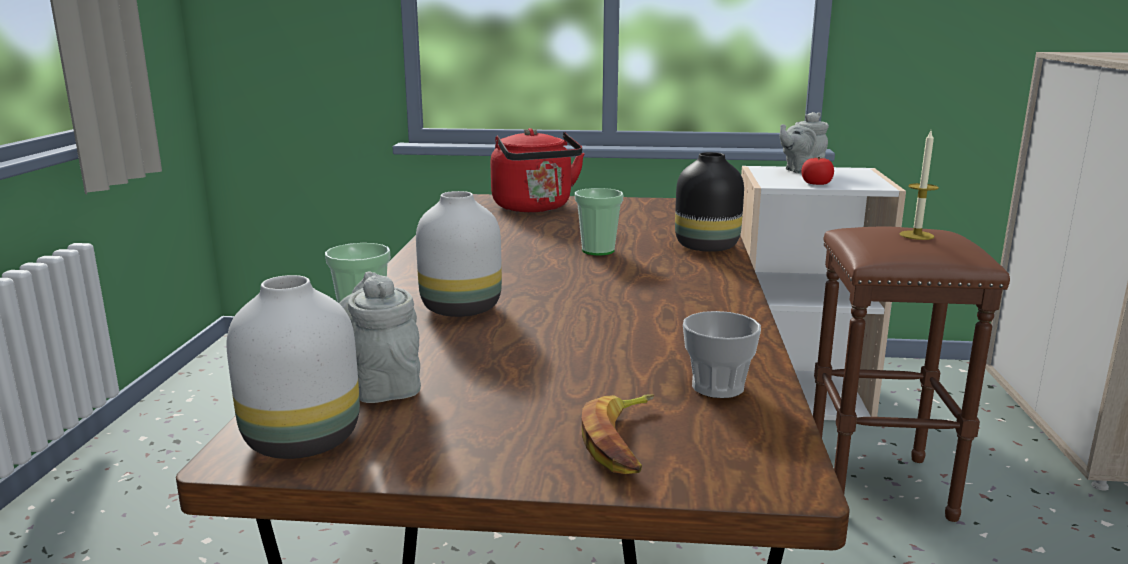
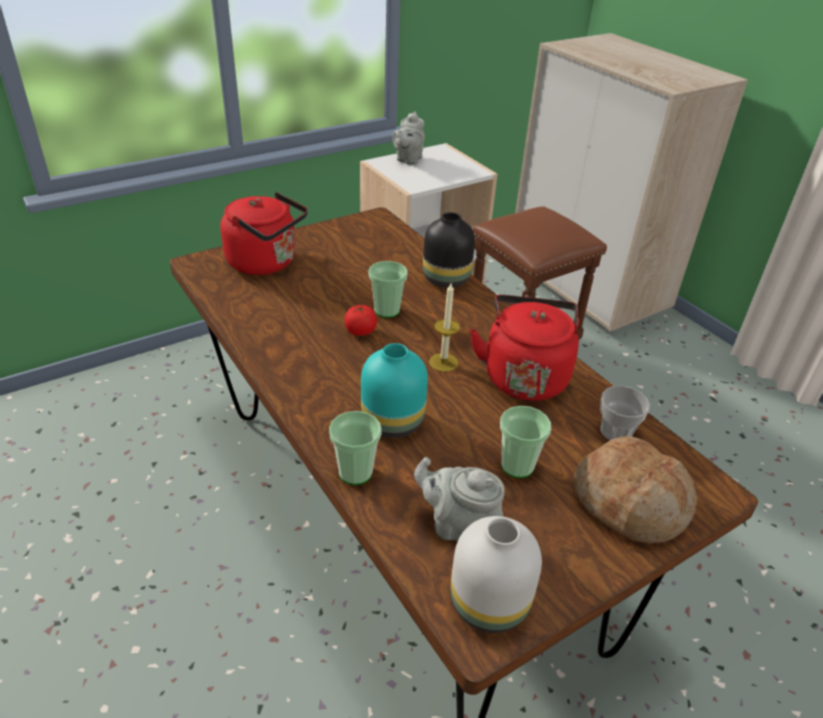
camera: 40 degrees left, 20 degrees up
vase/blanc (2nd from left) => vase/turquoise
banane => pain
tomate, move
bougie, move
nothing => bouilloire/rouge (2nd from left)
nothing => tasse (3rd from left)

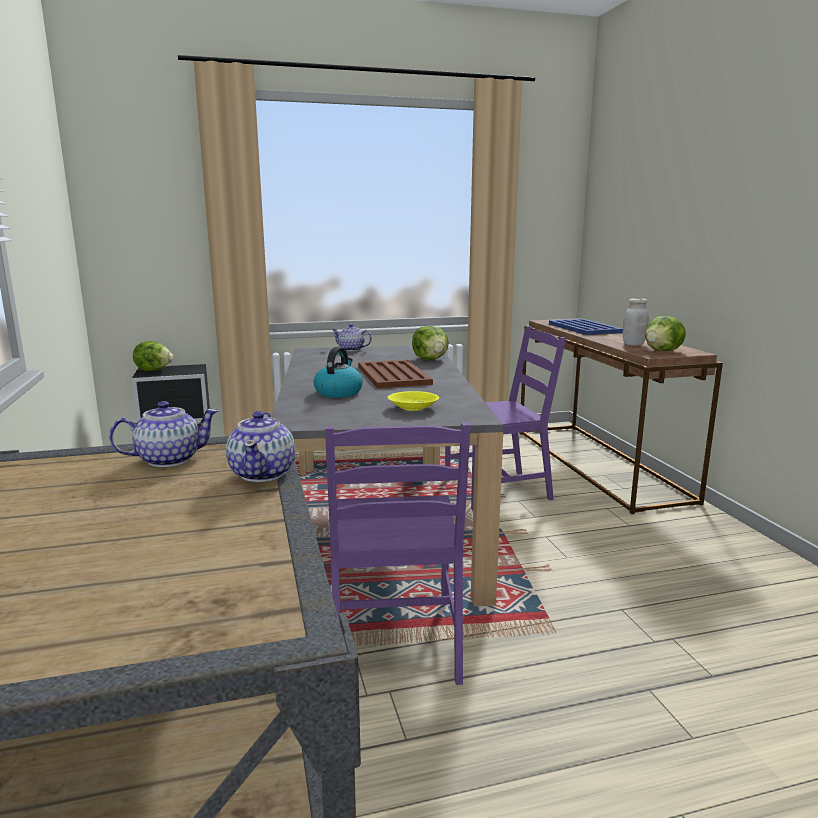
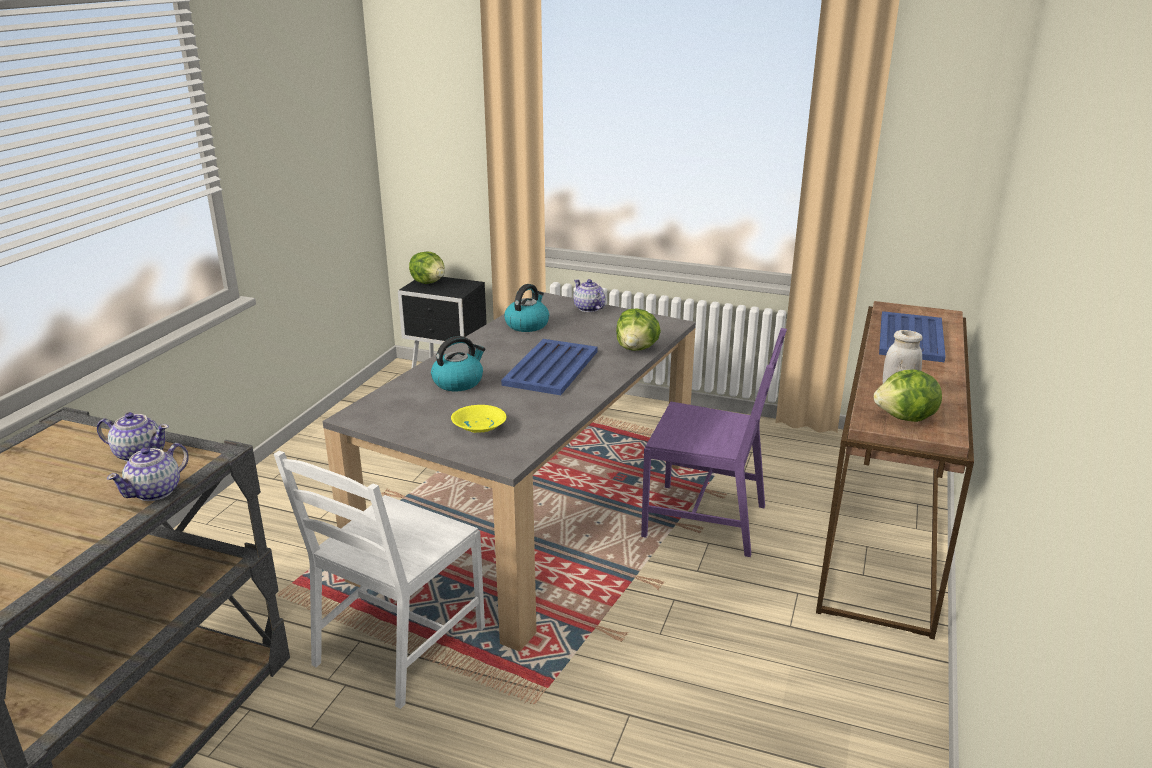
camera: 35 degrees right, 10 degrees up
chaise/violet (1st from left) => chaise/blanc
plateau/marron => plateau/bleu (1st from left)
nothing => bouilloire (2nd from left)

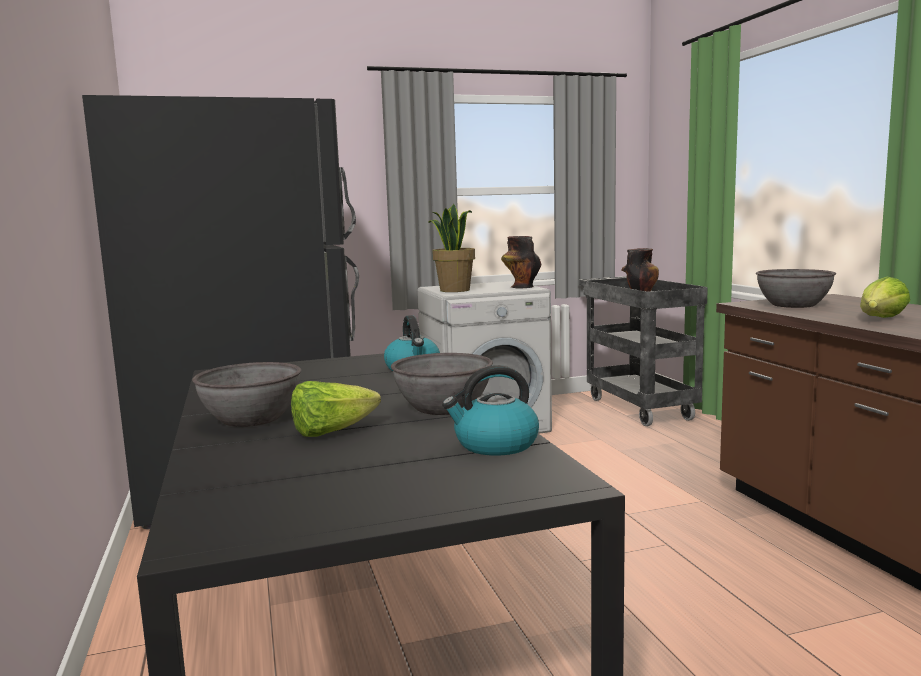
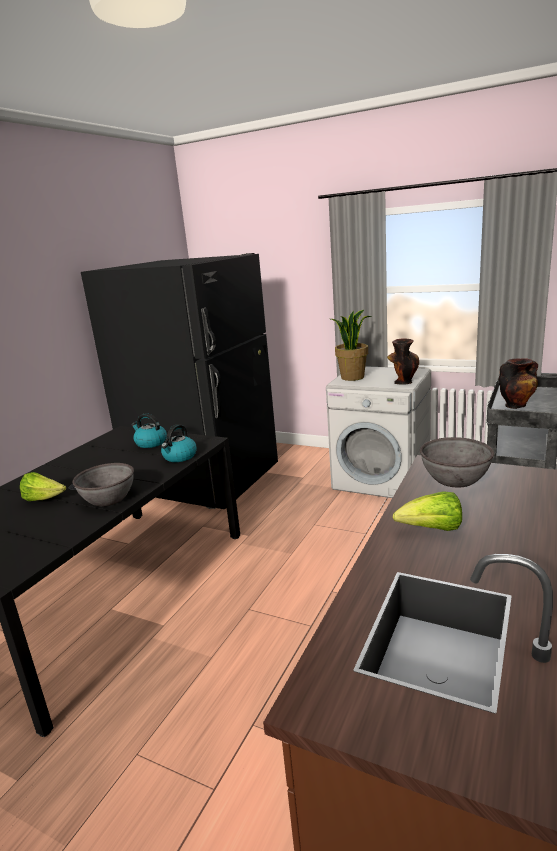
camera: 45 degrees right, 10 degrees up
bol/gris (1st from left) => nothing
bouilloire (2nd from left in the first image) => bouilloire (1st from left), move

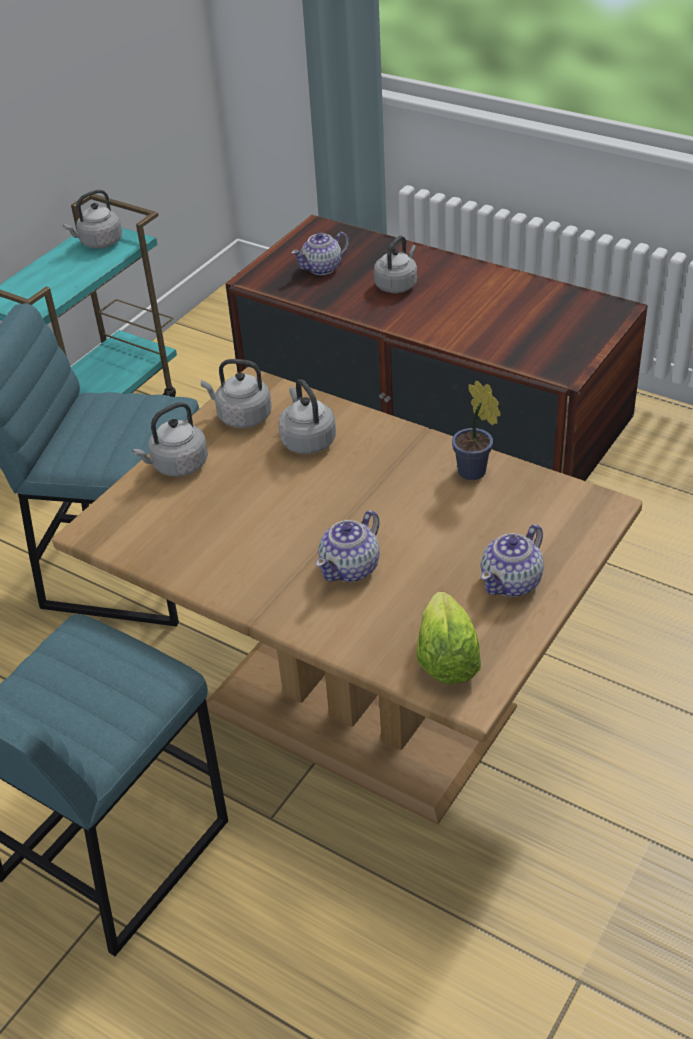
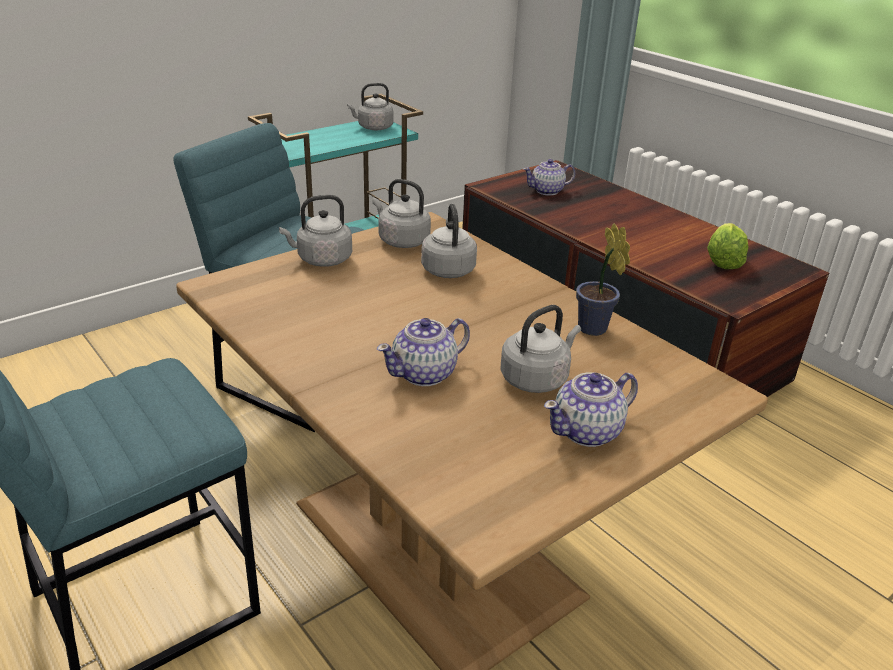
camera: 15 degrees right, 10 degrees down
bouilloire/gris (5th from left), move
laitue, move

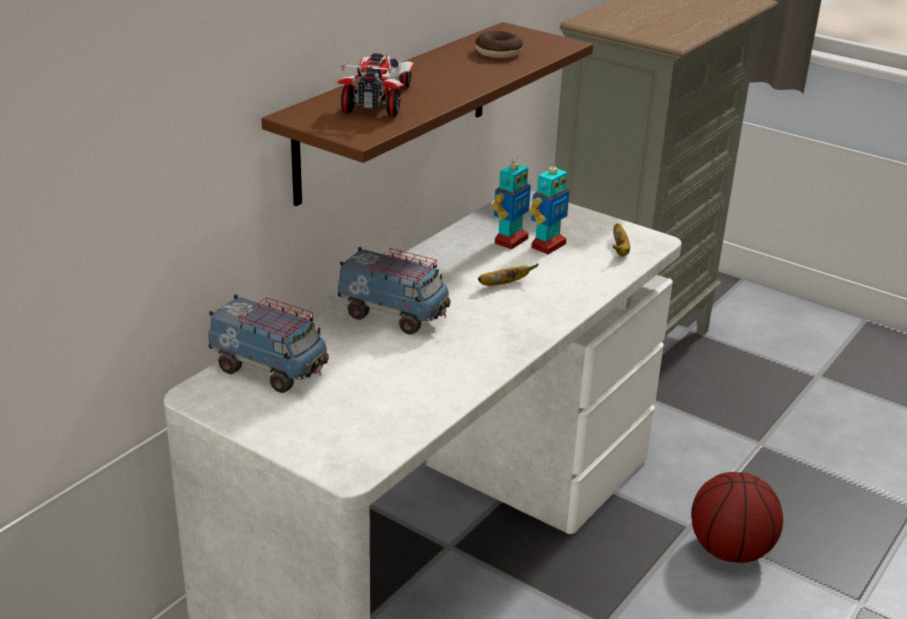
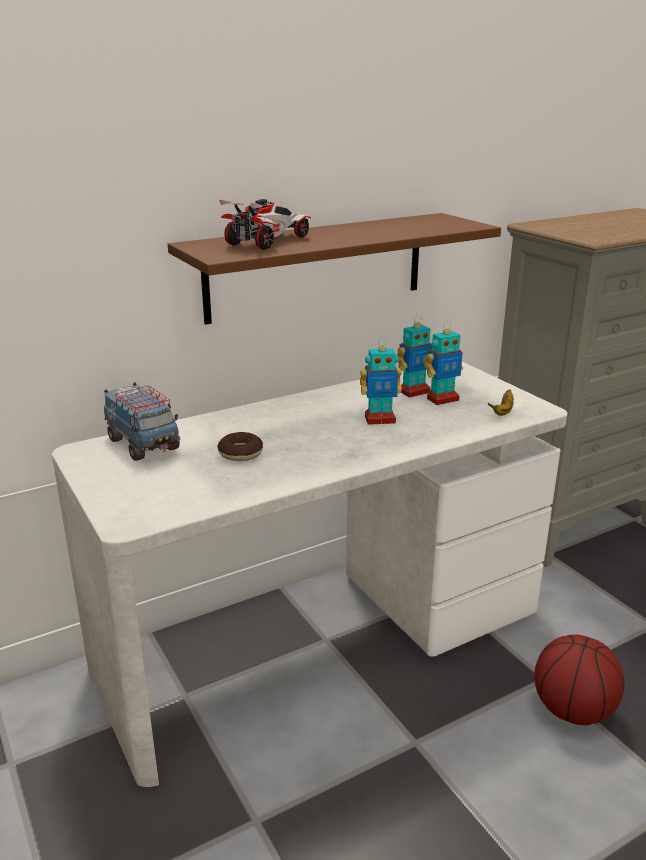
camera: 25 degrees right, 5 degrees down
camion jouet (2nd from left) => nothing
beignet, move
banane (1st from left) => robot jouet (1st from left)

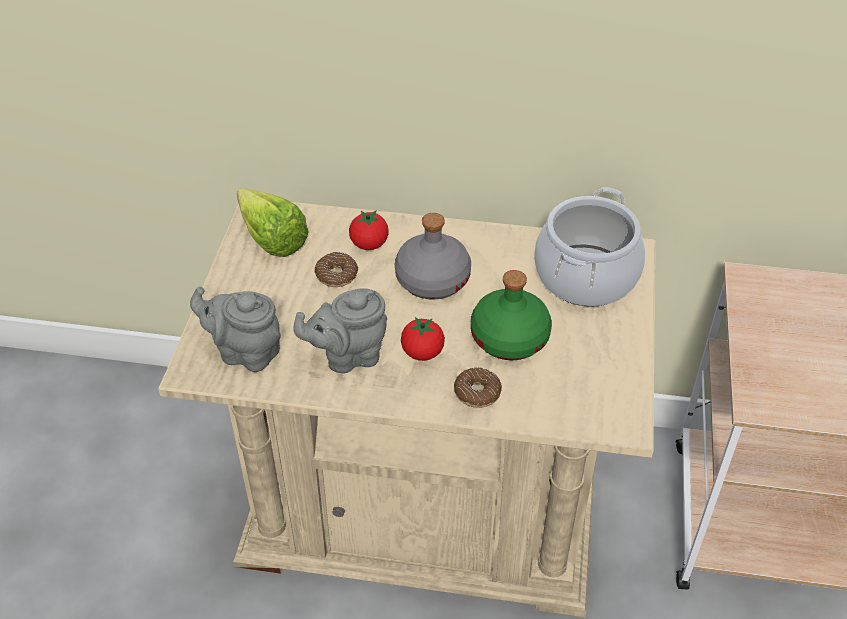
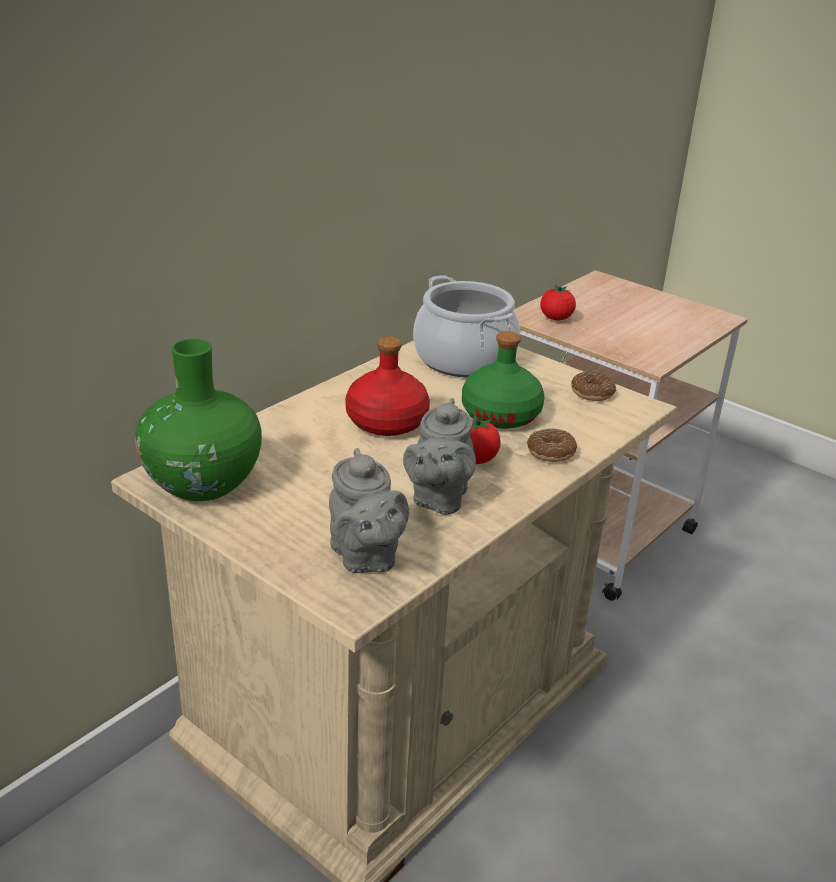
camera: 60 degrees left, 15 degrees down
théière/gris (1st from left), 75 degrees counterclockwise
laitue => vase/vert
beignet (1st from left in the first image) => beignet (2nd from left), move
tomate (1st from left in the first image) => tomate (2nd from left), move
bouteille/gris => bouteille/rouge

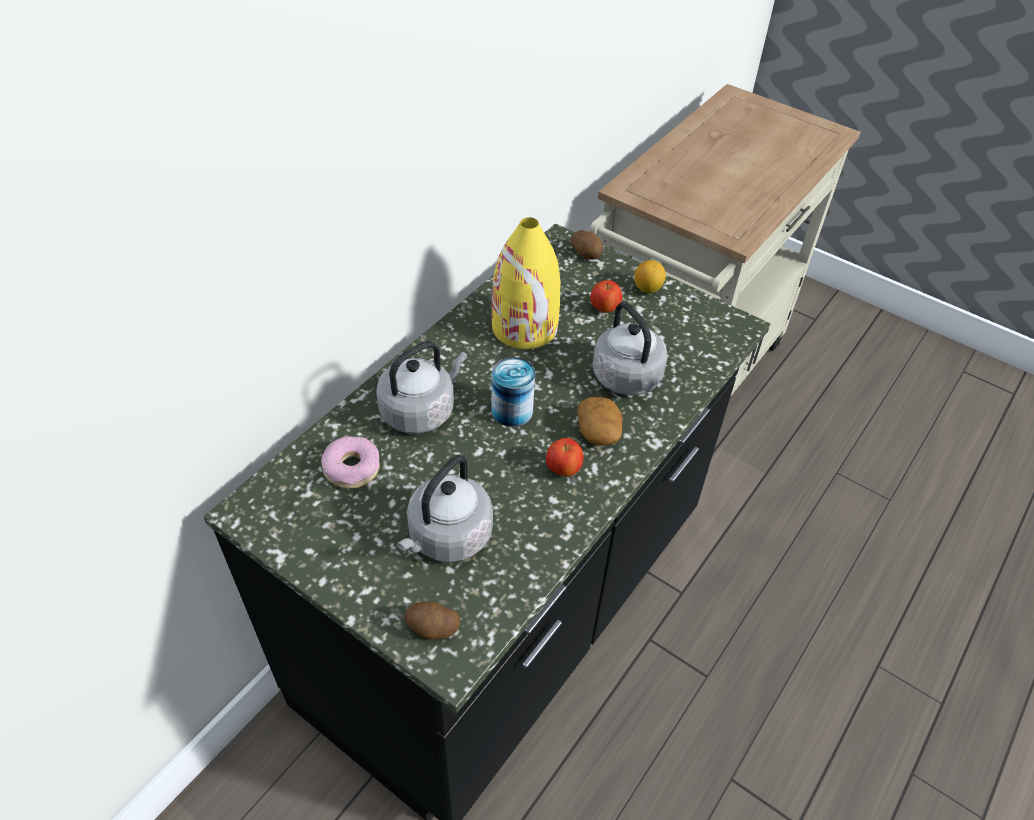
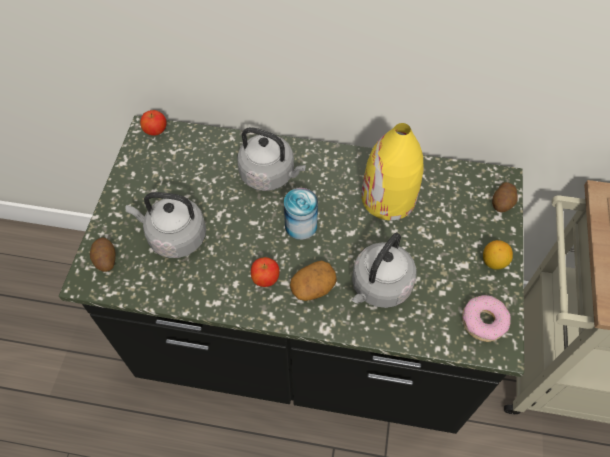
camera: 65 degrees right, 10 degrees up
beignet, move
pomme (2nd from left in the first image) => pomme (1st from left), move

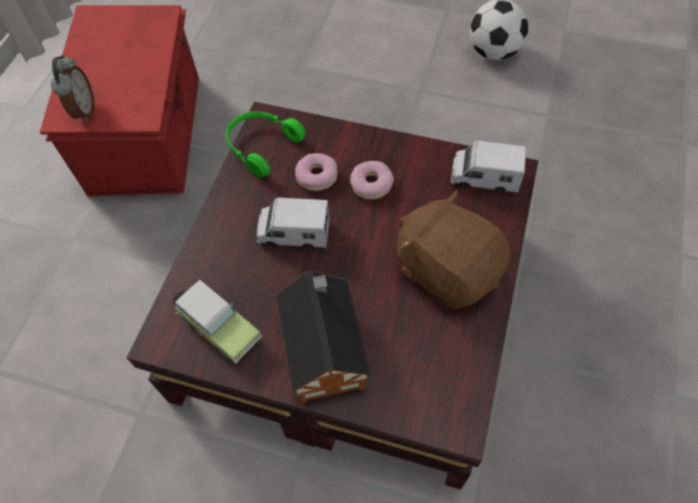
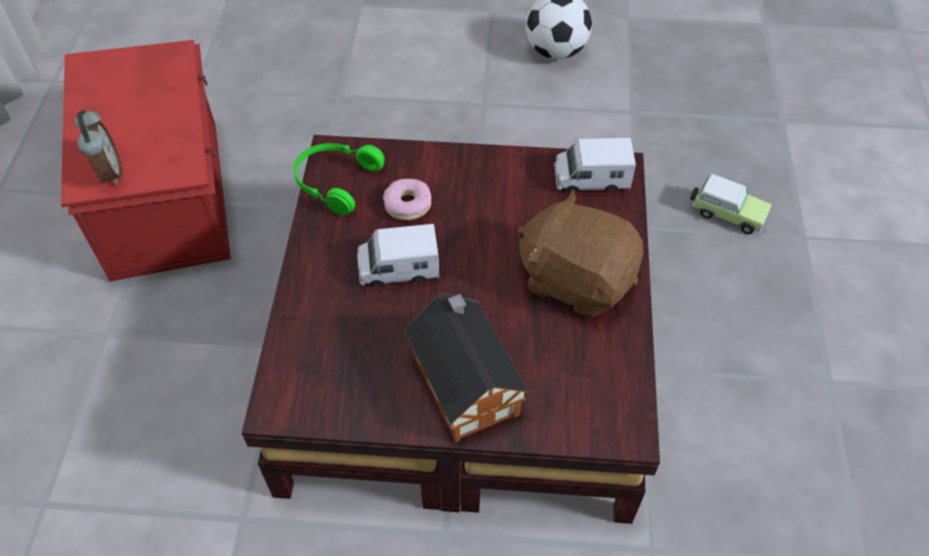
camera: 15 degrees left, 5 degrees down
petite voiture, move
beignet (2nd from left) => nothing

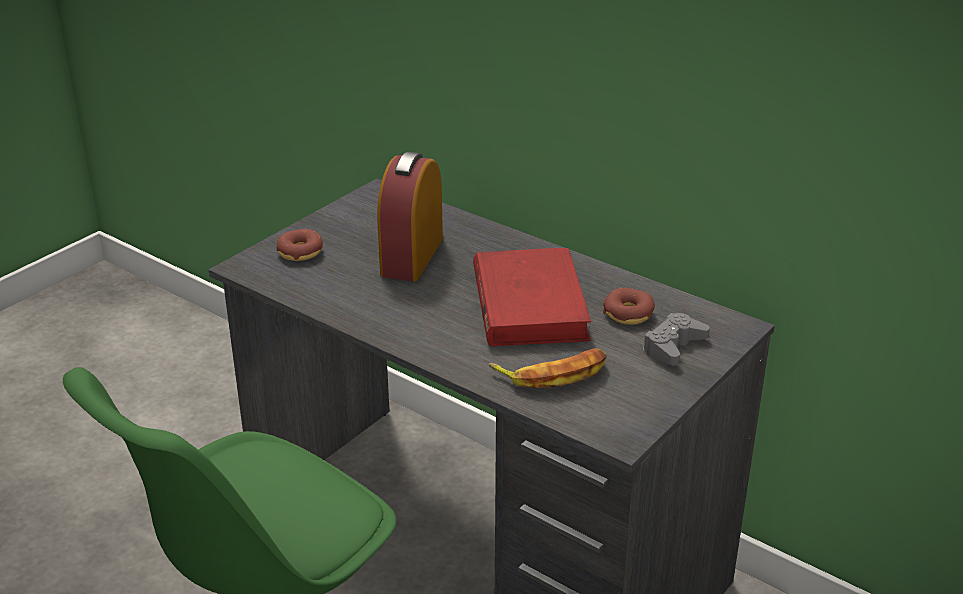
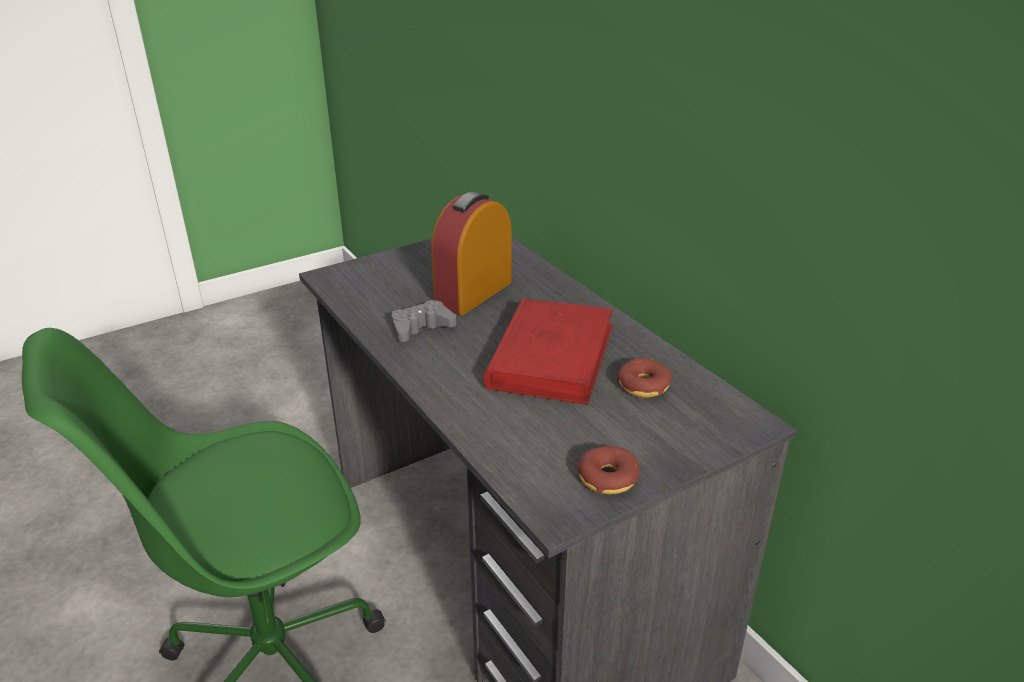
camera: 20 degrees right, 0 degrees up
beignet (1st from left), move
banane => nothing
manette/gris, move

